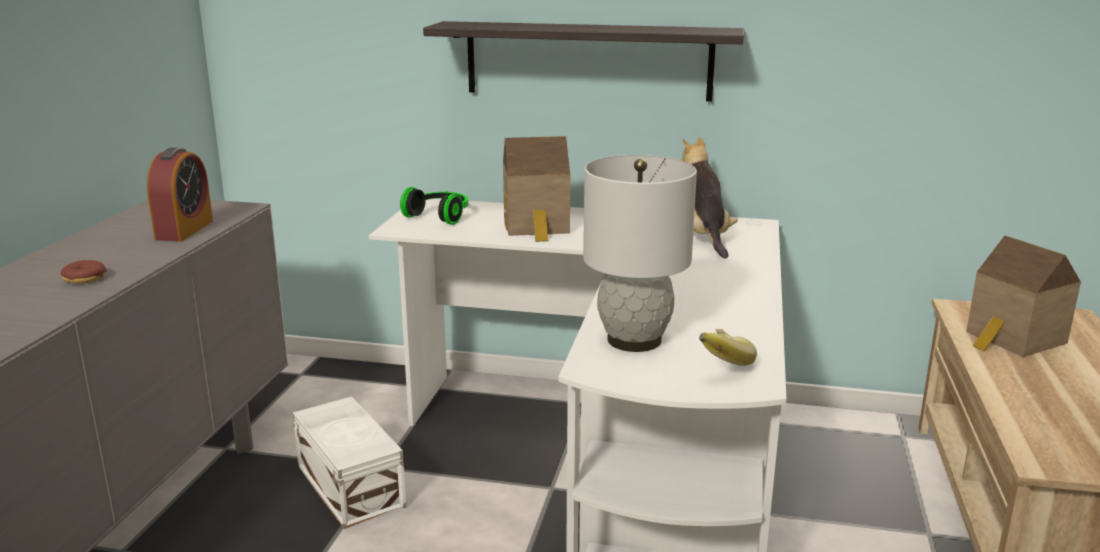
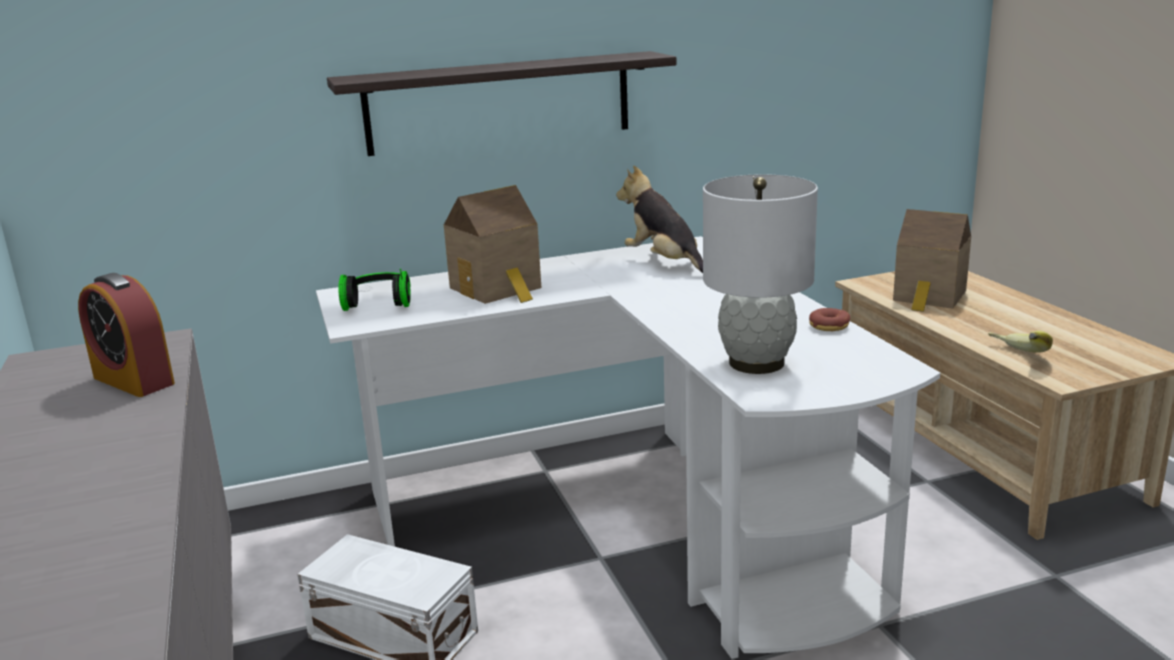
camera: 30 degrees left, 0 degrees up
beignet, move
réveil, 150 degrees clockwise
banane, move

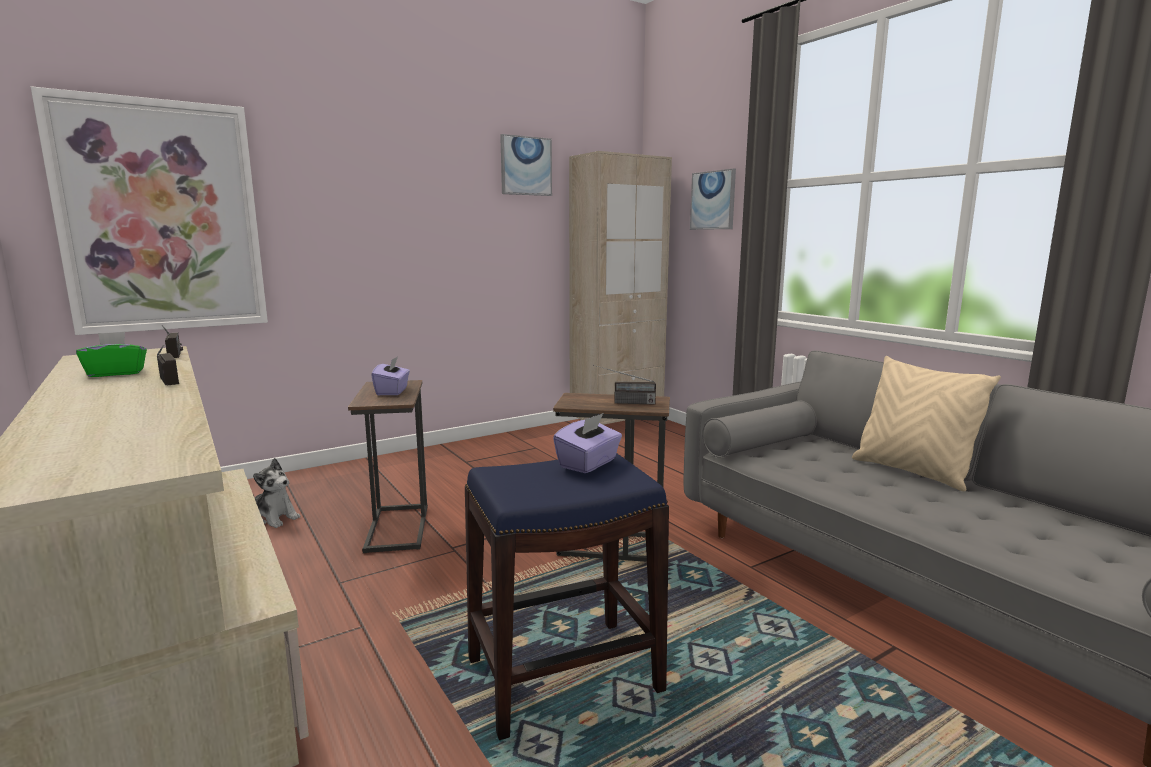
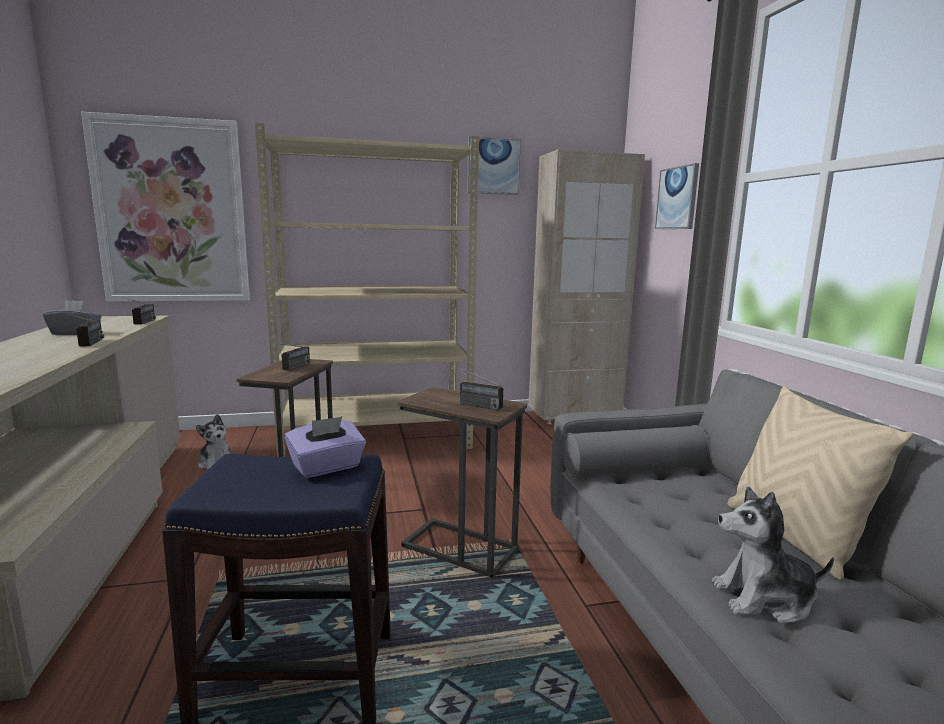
camera: 20 degrees right, 0 degrees up
boîte à mouchoirs/vert => boîte à mouchoirs/gris
boîte à mouchoirs/violet (1st from left) => radio (3rd from left)
nothing => bibliothèque/beige
nothing => peluche (2nd from left)

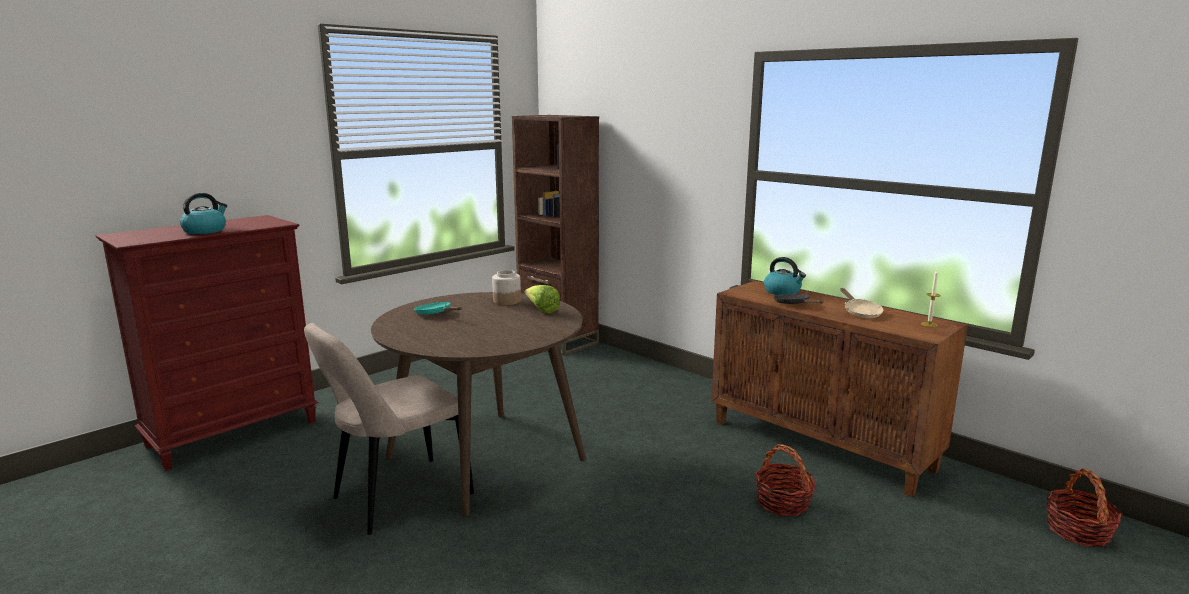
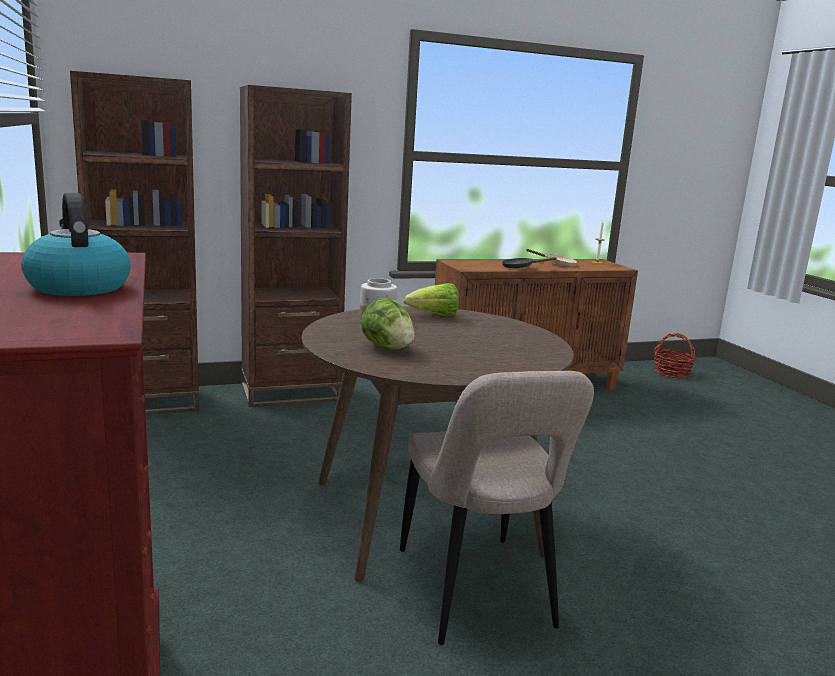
camera: 65 degrees left, 0 degrees up
poêle/turquoise => laitue (1st from left)
panier (1st from left) => nothing
bouilloire (2nd from left) => nothing
nothing => bibliothèque/marron (2nd from left)

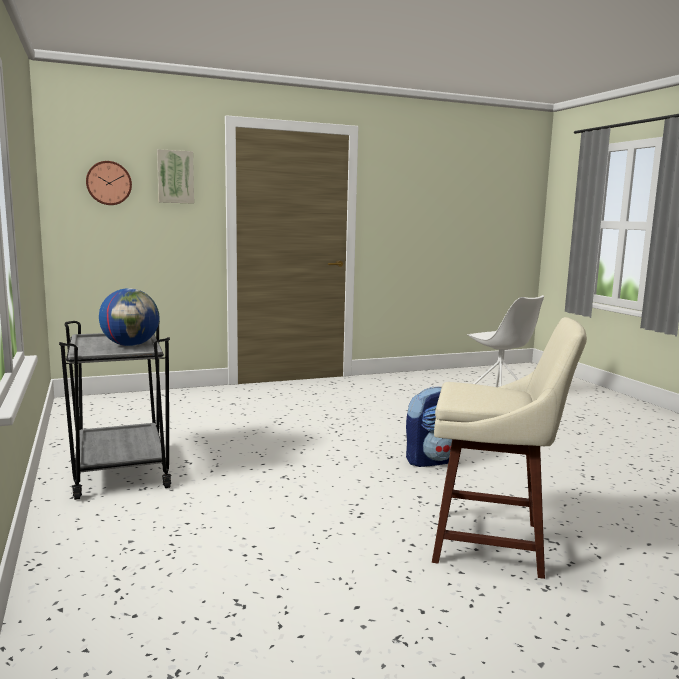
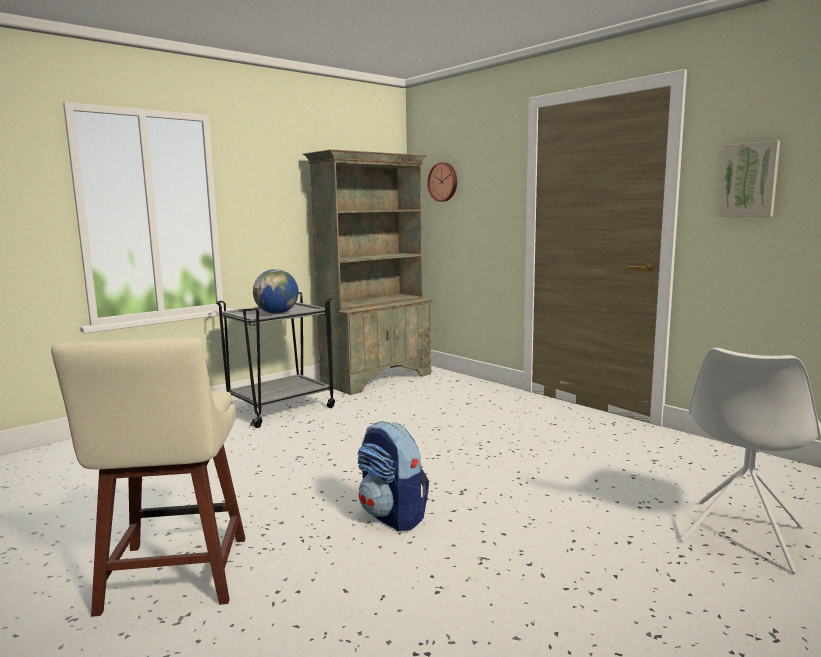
camera: 70 degrees right, 0 degrees up
tableau, move
nothing => bibliothèque/vert

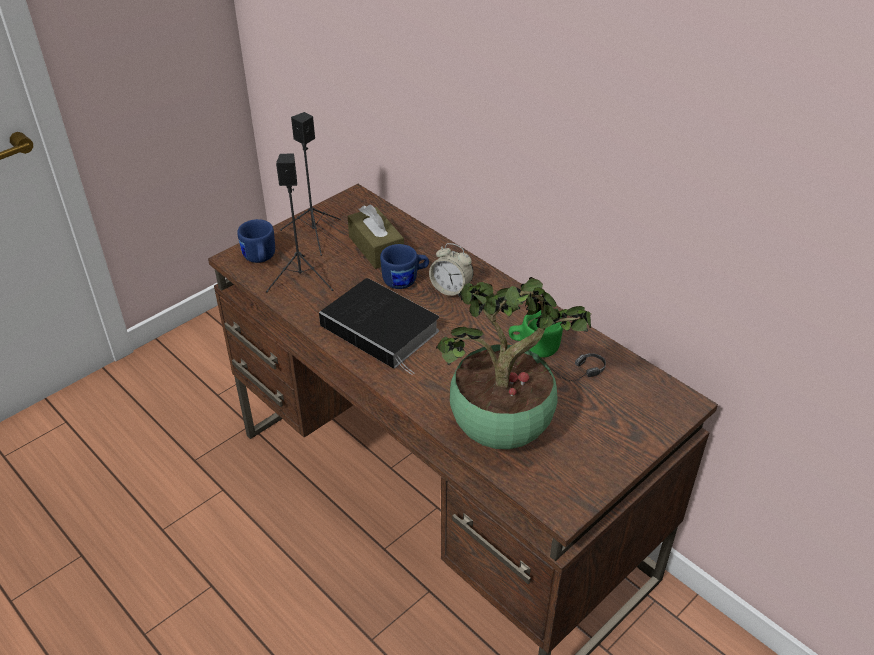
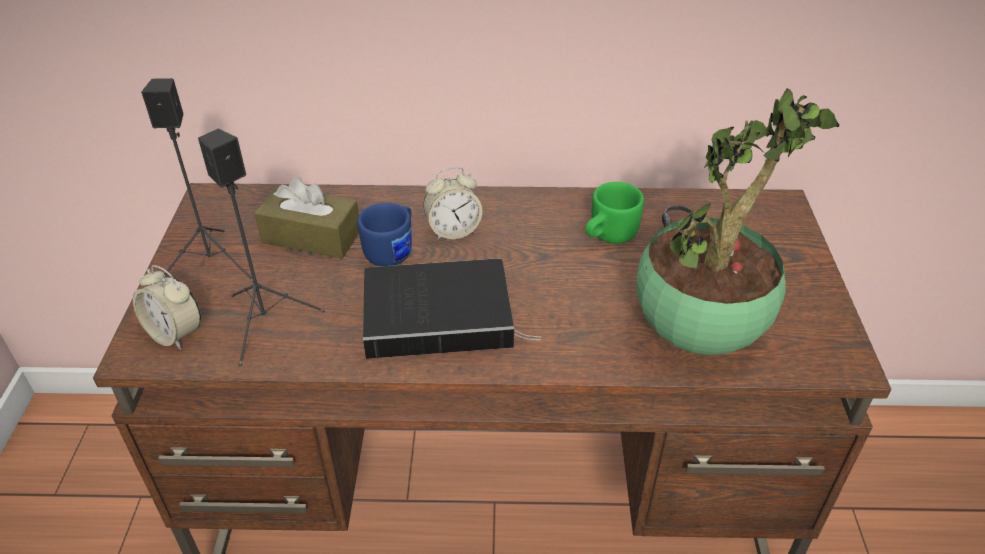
camera: 45 degrees left, 0 degrees up
mug/bleu (1st from left) => réveil (1st from left)

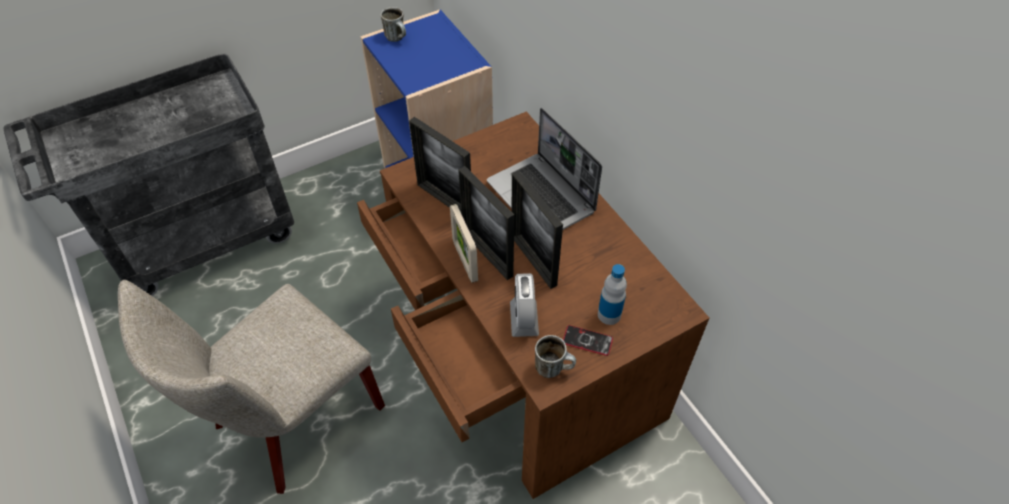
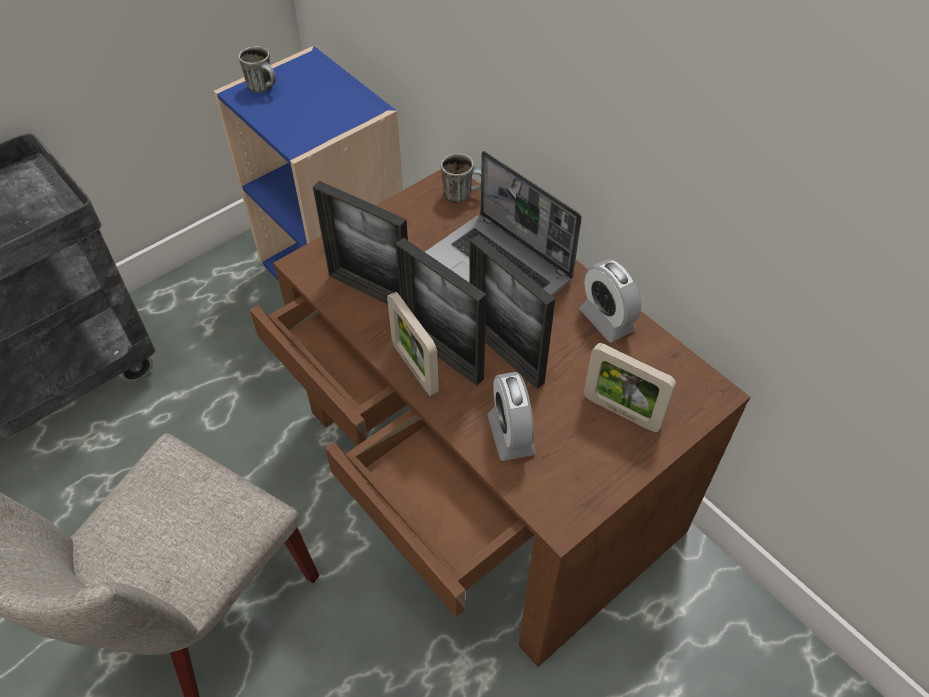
camera: 10 degrees left, 0 degrees up
mug (2nd from left), move
téléphone => nothing
bouteille => cadre photo (5th from left)
nothing => réveil (2nd from left)

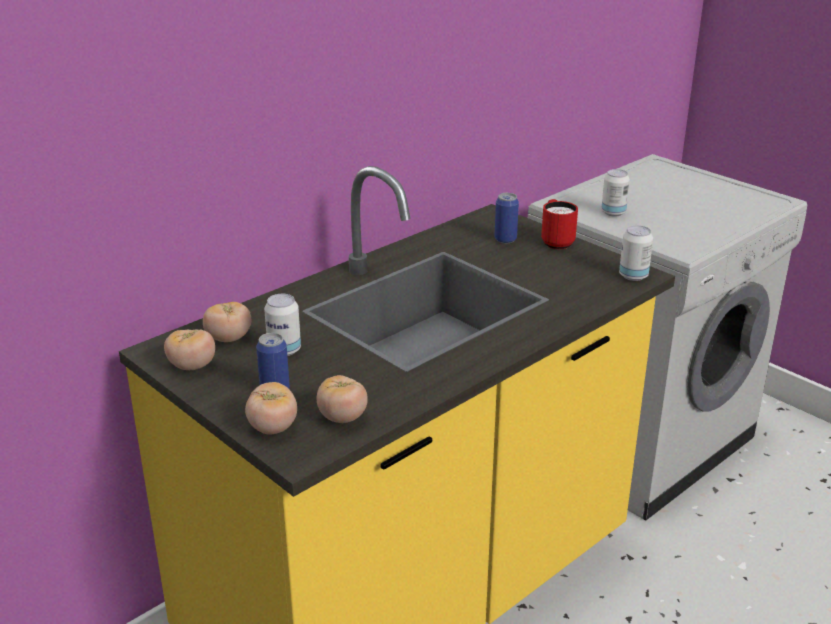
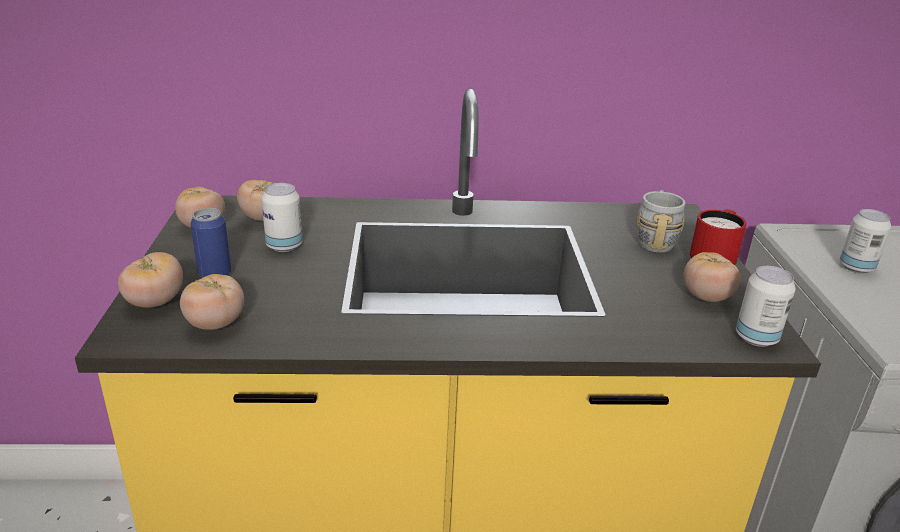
camera: 40 degrees right, 0 degrees up
boîte métallique (3rd from left) => mug/gris
nothing => tomate (5th from left)

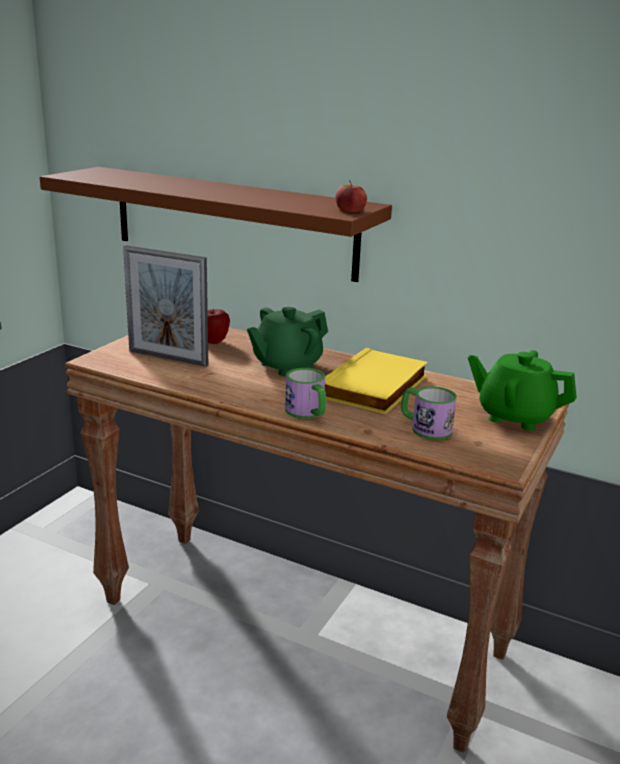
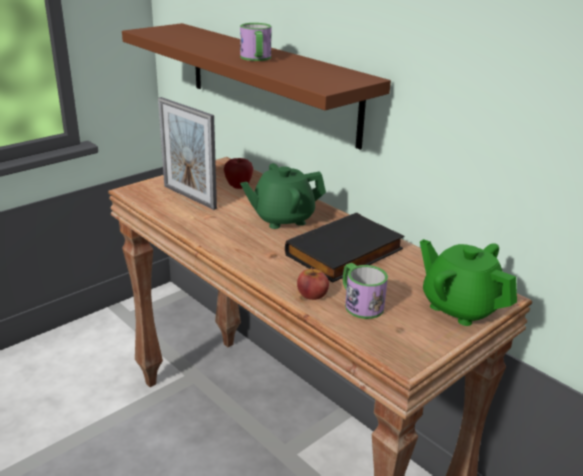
camera: 20 degrees right, 5 degrees up
mug (1st from left), move
livre/jaune => livre/noir
pomme (2nd from left), move

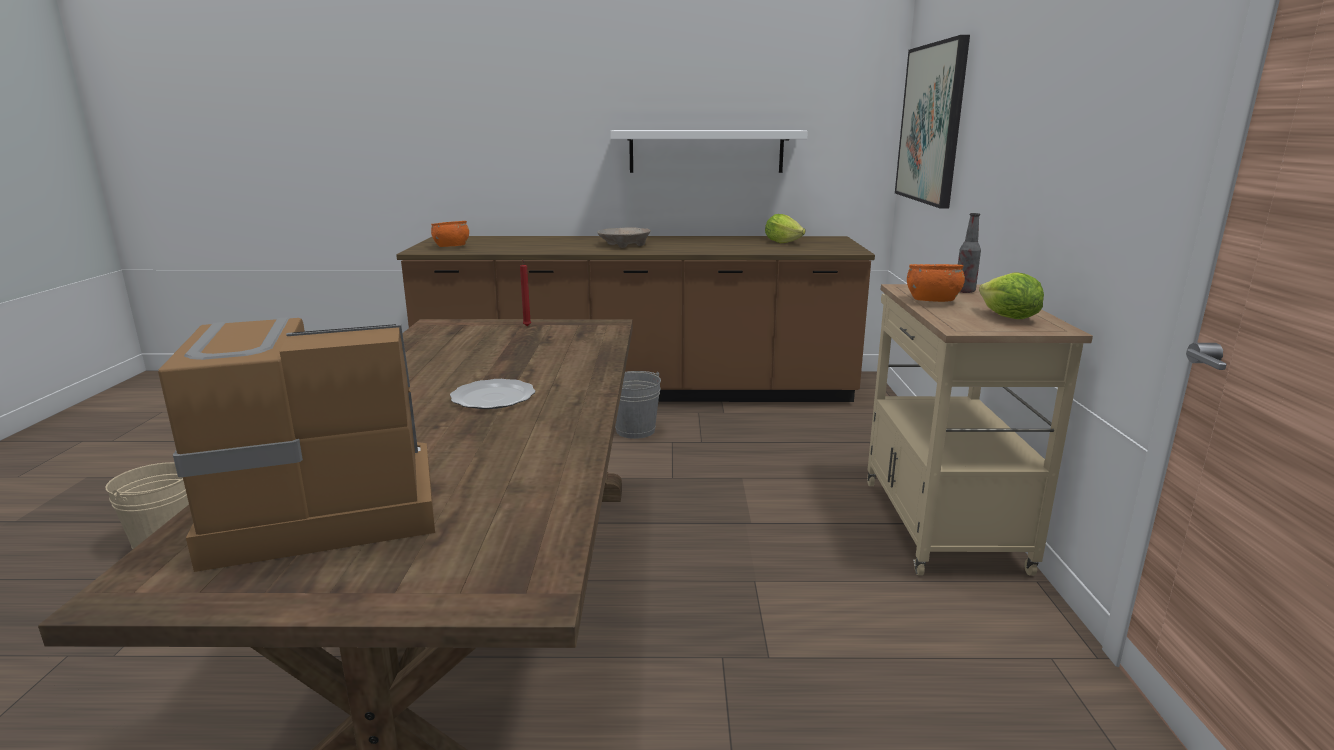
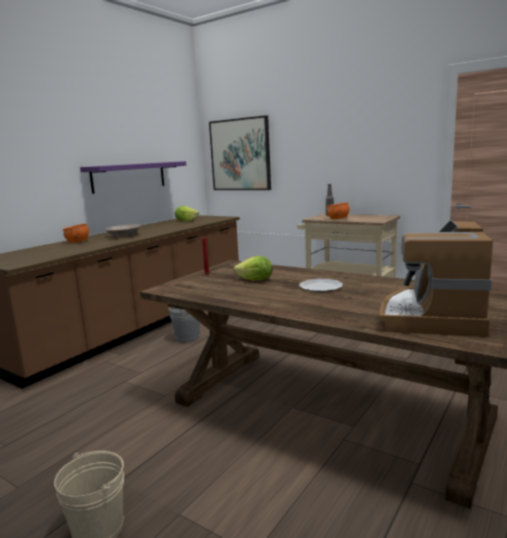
camera: 55 degrees left, 5 degrees down
bol/orange (1st from left), move
étagère/blanc => étagère/violet
laitue (2nd from left), move

